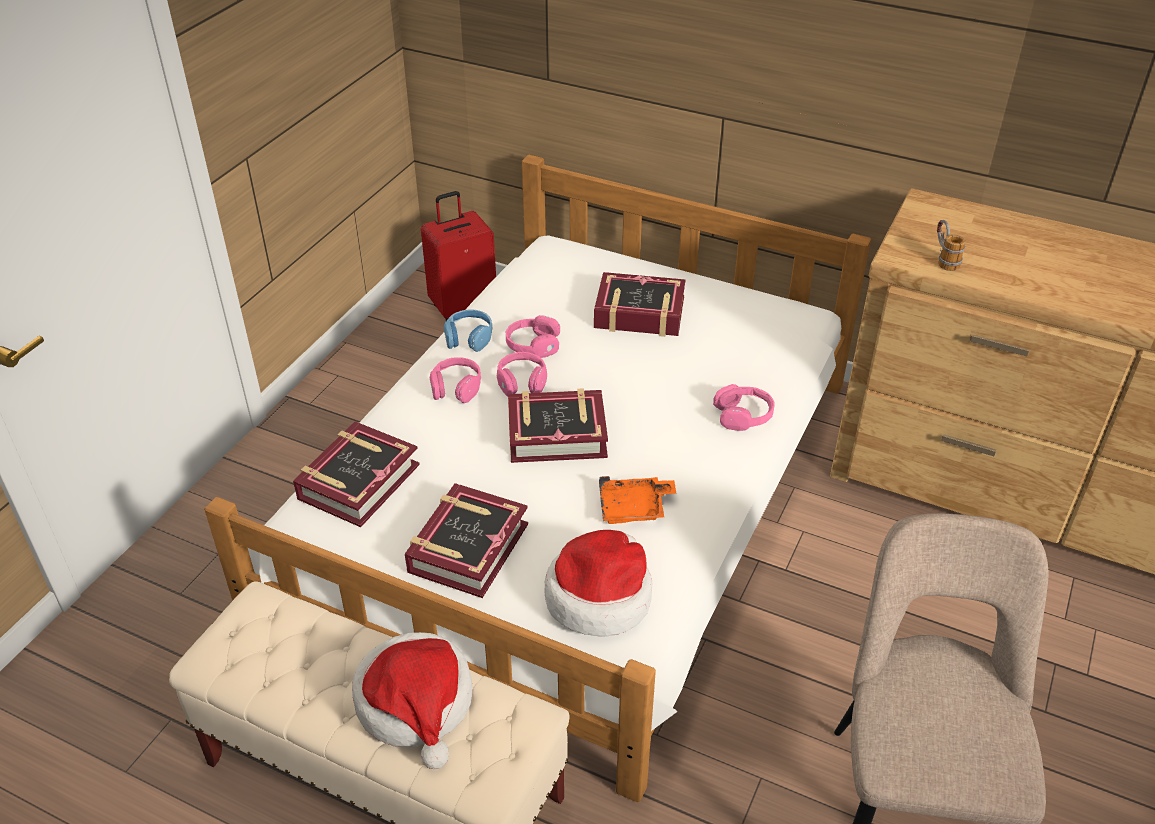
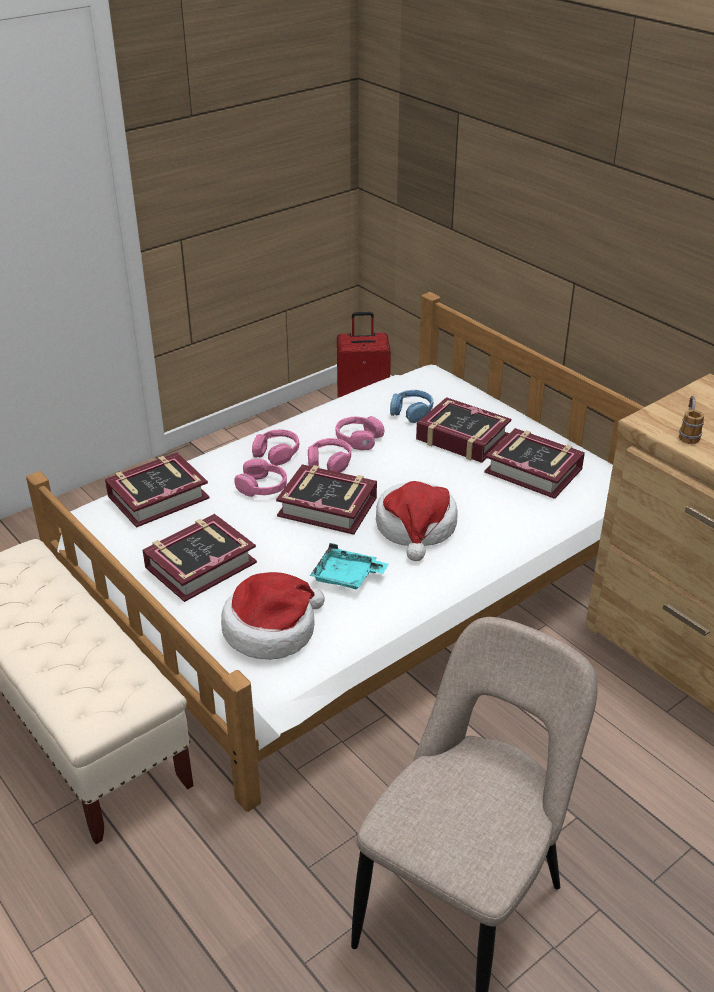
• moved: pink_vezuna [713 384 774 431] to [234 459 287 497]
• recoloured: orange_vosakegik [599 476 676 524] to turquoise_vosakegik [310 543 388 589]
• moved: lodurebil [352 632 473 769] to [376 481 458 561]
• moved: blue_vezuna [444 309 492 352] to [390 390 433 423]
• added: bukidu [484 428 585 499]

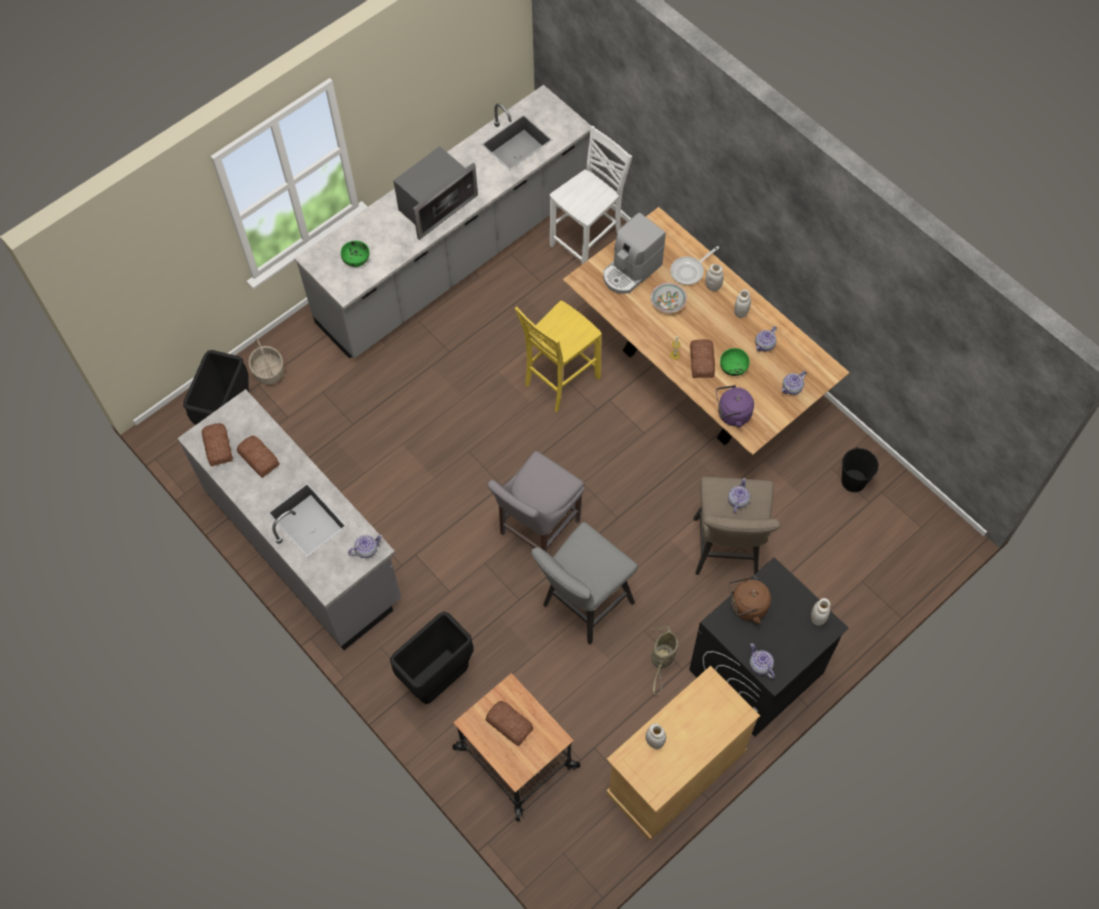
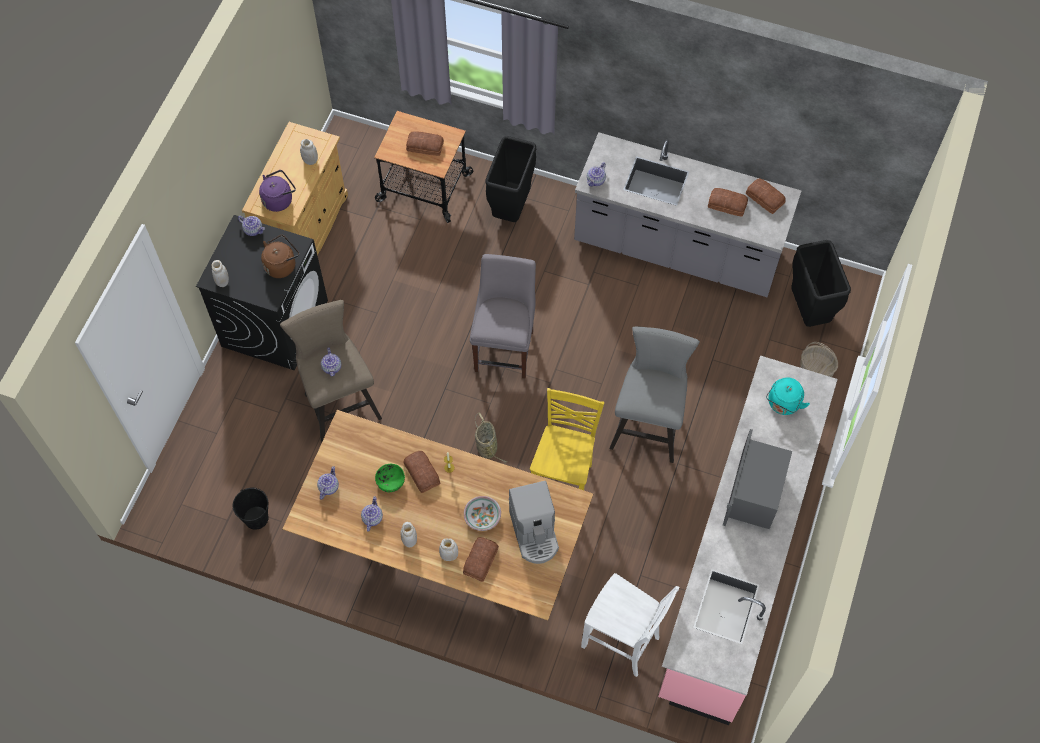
• moved: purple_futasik [716 385 754 428] to [259 170 296 212]
• replaced: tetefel [670 246 719 285] to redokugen [463 537 499 582]
• moved: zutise [651 626 679 695] to [475 413 507 464]
• turned: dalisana [603 212 666 294] = [509 481 559 564] 150 degrees clockwise
• turned: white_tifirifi [550 126 632 264] = [581 573 679 677] 75 degrees counterclockwise
• moved: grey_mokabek [531 522 638 645] to [609 326 700 463]
• recoloured: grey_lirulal [294 85 591 359] to pink_lirulal [658 355 837 725]
• replaced: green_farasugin [341 241 370 267] to turquoise_futasik [766 378 810 415]

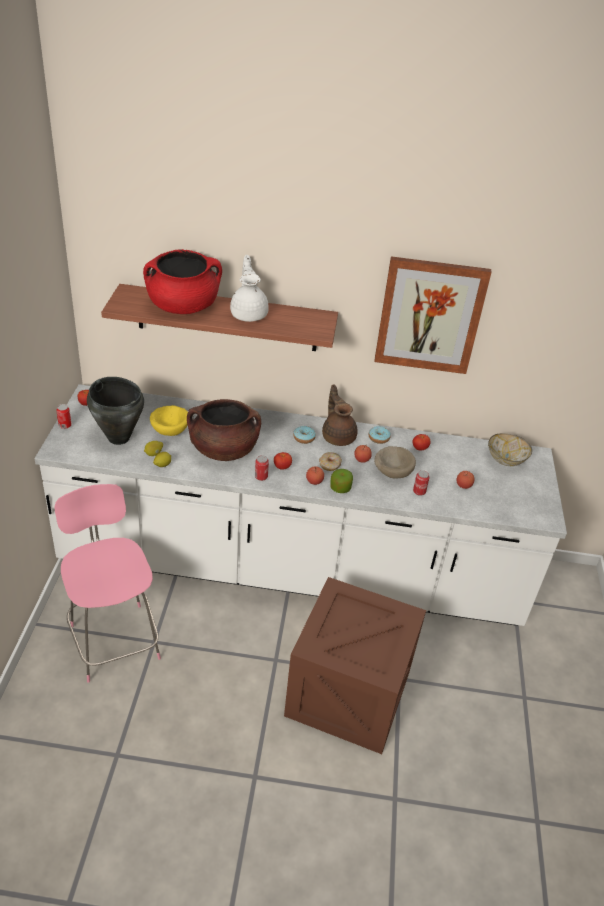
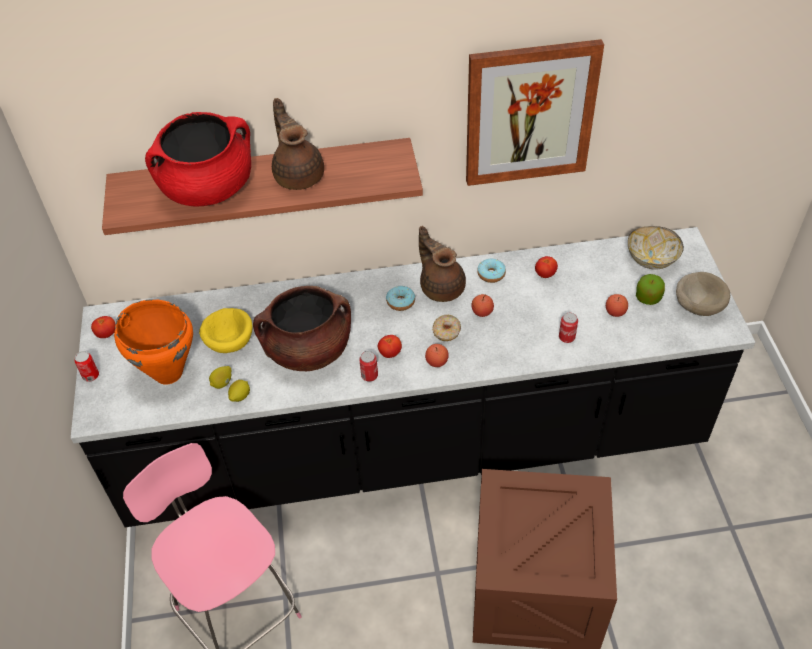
• recoloured: white_lirulal [35 384 567 626] to black_lirulal [71 227 755 527]
• recoloured: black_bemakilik [87 377 144 445] to orange_bemakilik [114 299 193 385]
• recoloured: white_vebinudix [230 255 269 322] to brown_vebinudix [272 98 324 190]
• moved: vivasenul [330 469 353 493] to [636 274 665 305]
• moved: beige_farasugin [374 446 416 479] to [676 272 730 316]

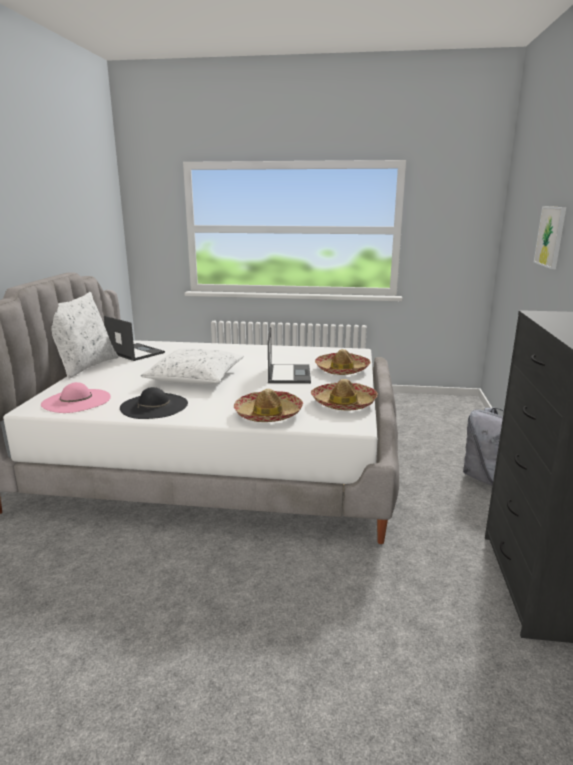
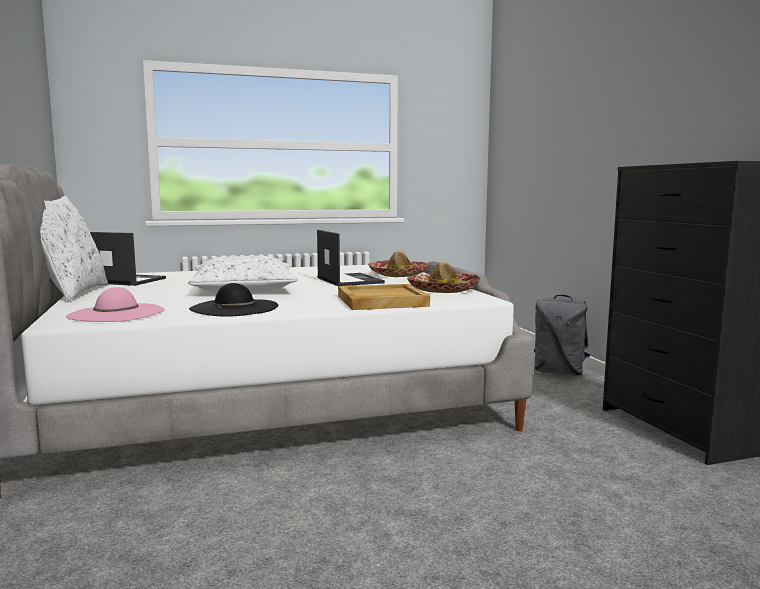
• replaced: lodurebil [234 389 303 422] to beige_vosakegik [338 284 430 310]
• removed: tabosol [534 206 566 269]

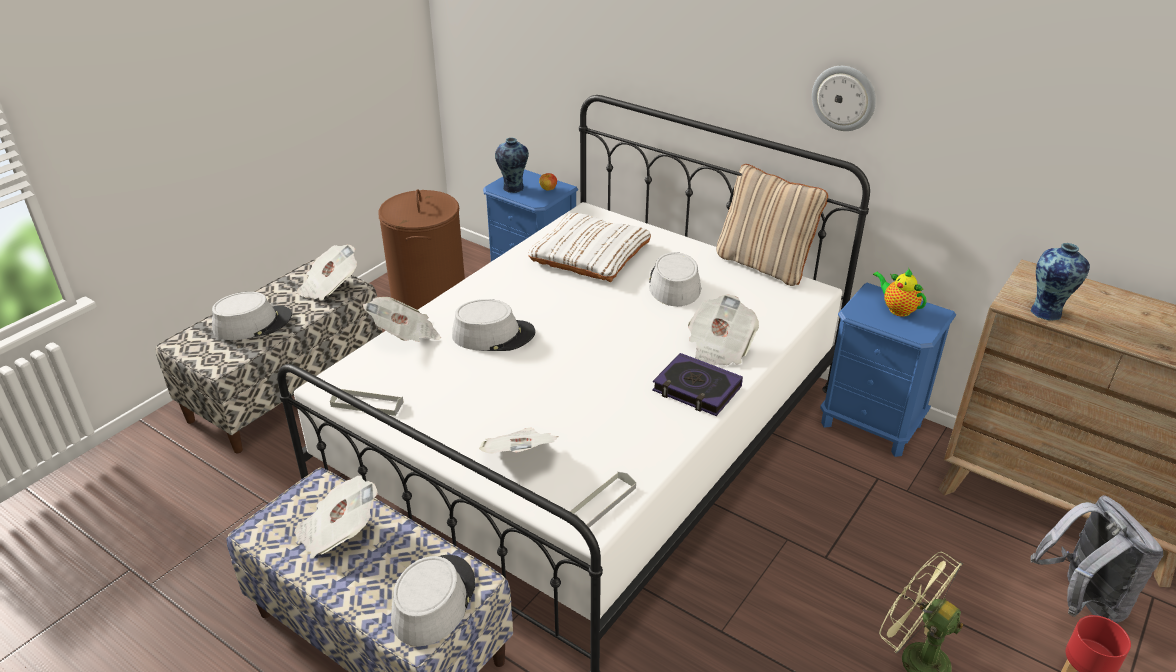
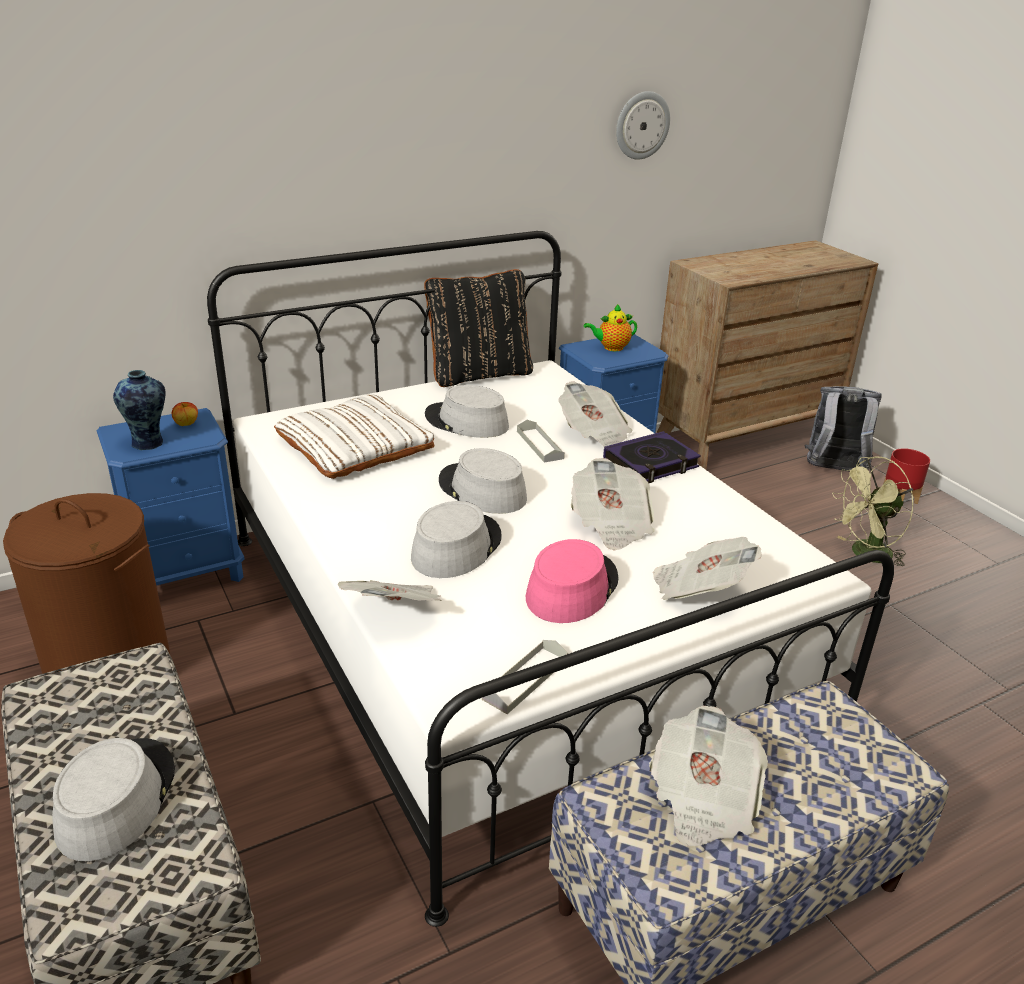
• recoloured: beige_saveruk [716 164 828 286] to black_saveruk [424 269 533 387]
• moved: grey_lodurebil [391 555 475 646] to [439 448 527 514]
• moved: grey_vosakegik [570 472 636 528] to [517 420 565 463]
• added: pink_lodurebil [525 539 618 623]
• moved: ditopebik [297 245 357 301] to [571 458 654 551]
• moved: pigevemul [812 66 876 131] to [616 91 670 160]
• removed: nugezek [1031 243 1090 321]

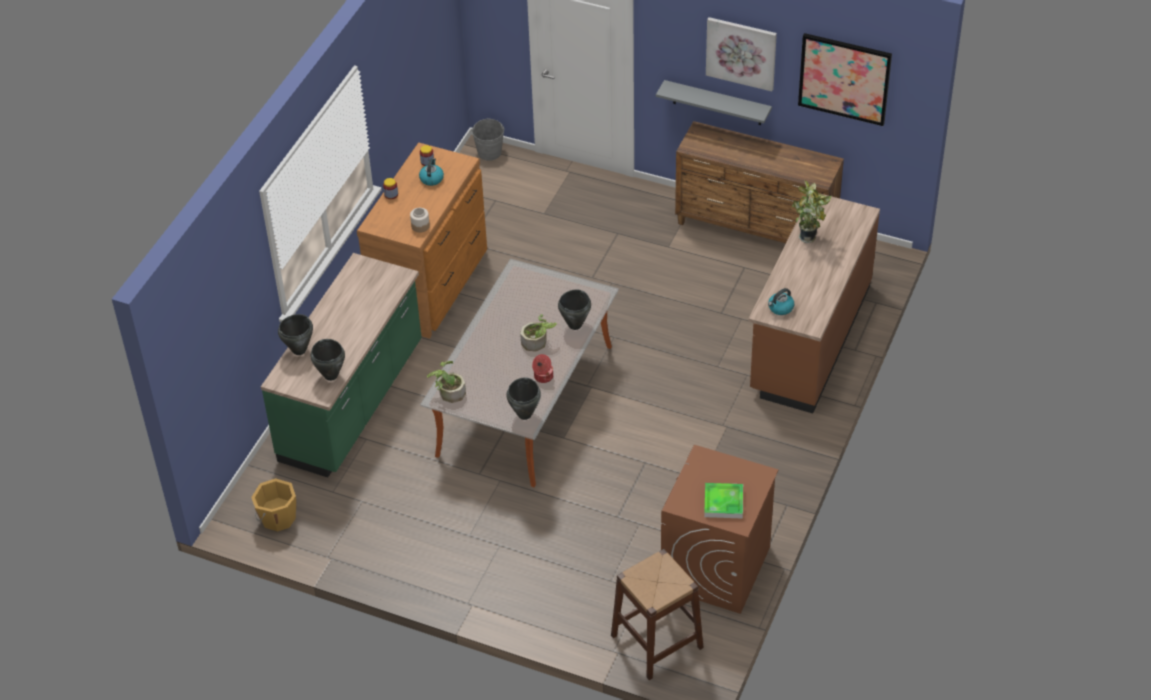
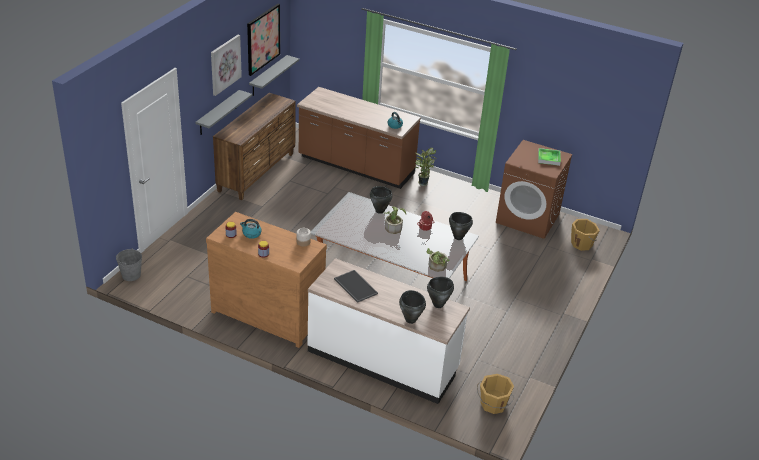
• added: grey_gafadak [249 55 299 96]
• recoloured: green_lirulal [261 253 422 477] to white_lirulal [307 258 470 404]
• added: vosakegik [334 270 378 303]
• moved: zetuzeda [792 179 832 243] to [415 148 438 186]
• replaced: brown_mokabek [611 549 704 680] to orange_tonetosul [571 219 600 251]

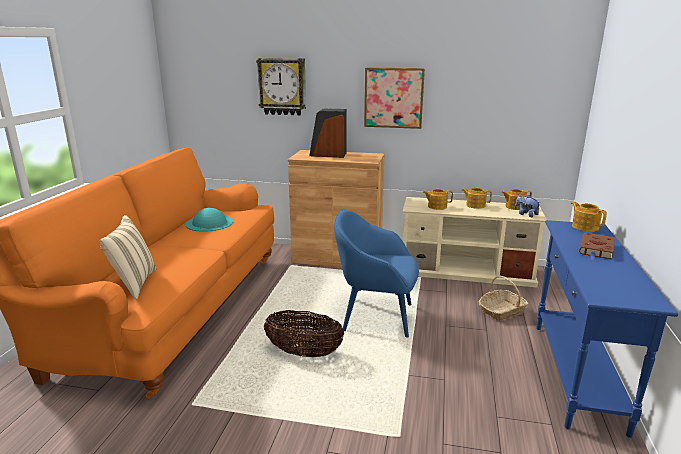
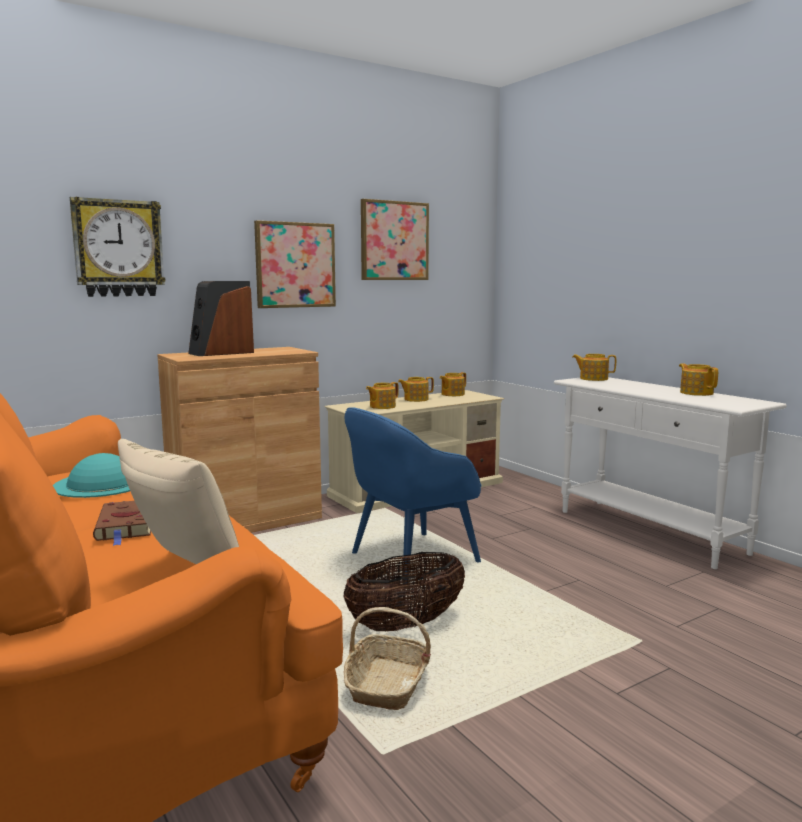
• moved: brown_bukidu [579 233 614 260] to [93 501 151 546]
• moved: zutise [479 276 528 321] to [343 607 431 710]
• added: tabosol [361 199 429 280]
• recoloured: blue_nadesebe [536 220 678 438] to white_nadesebe [554 377 787 569]
• added: vebinudix [679 363 718 396]
• removed: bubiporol [515 195 541 217]

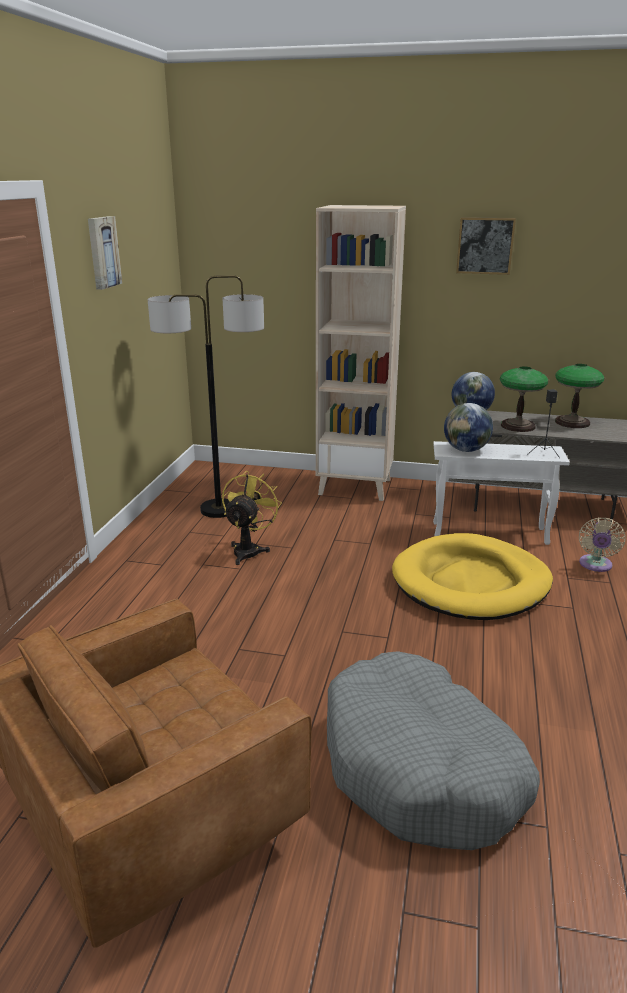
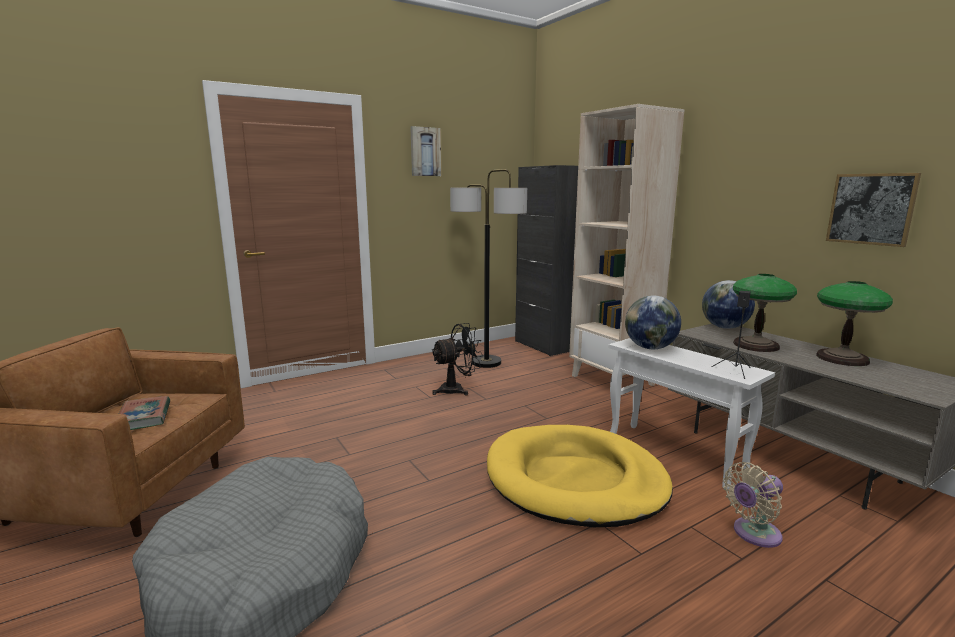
• added: bukidu [119 396 170 430]
• recoloured: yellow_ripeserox [222 471 282 565] to black_ripeserox [432 323 483 396]
• added: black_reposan [515 165 578 356]
• moved: tabosol [456 217 516 275] to [826 173 921 247]

